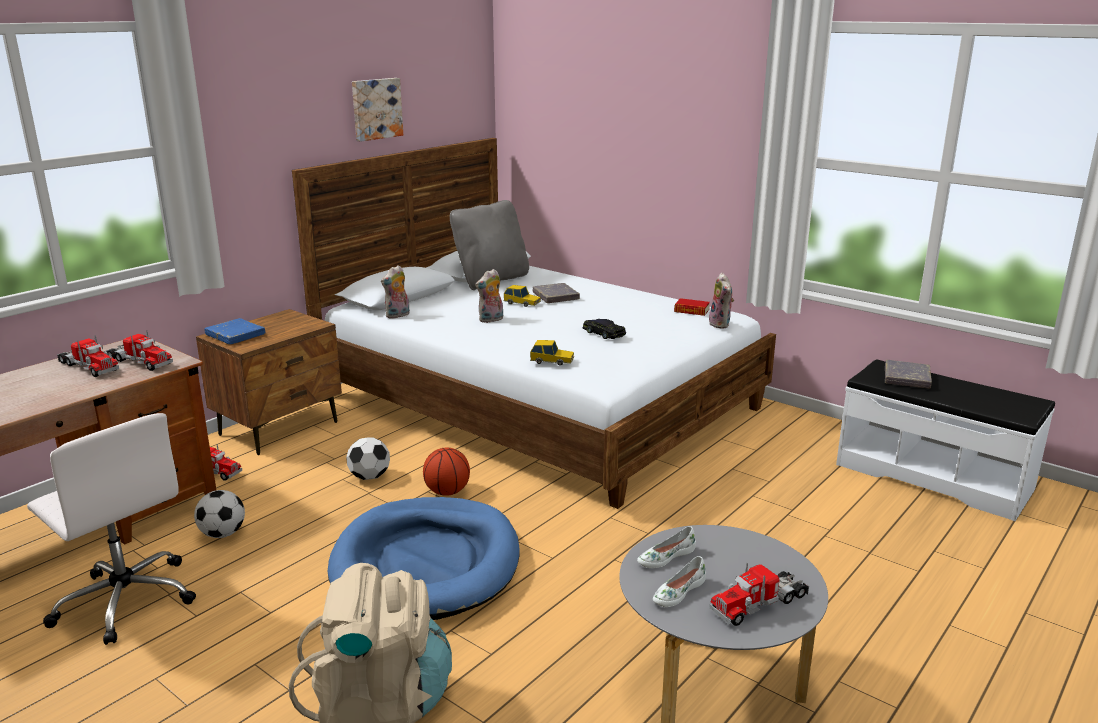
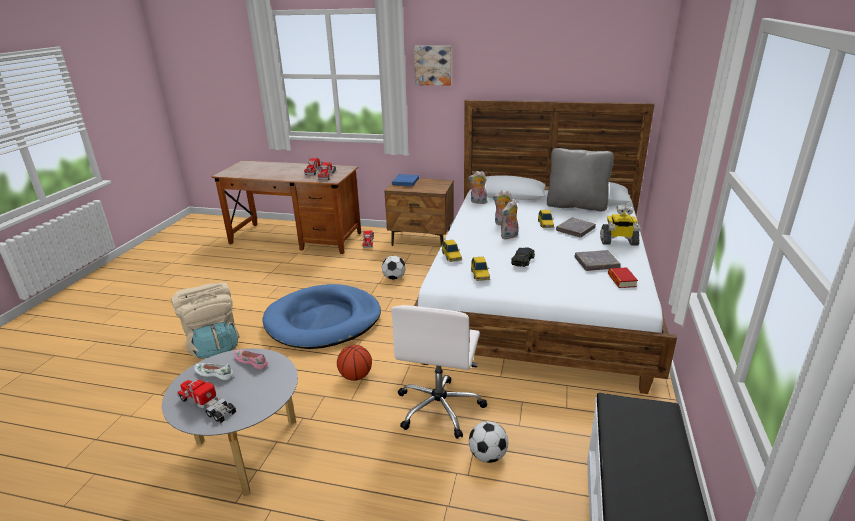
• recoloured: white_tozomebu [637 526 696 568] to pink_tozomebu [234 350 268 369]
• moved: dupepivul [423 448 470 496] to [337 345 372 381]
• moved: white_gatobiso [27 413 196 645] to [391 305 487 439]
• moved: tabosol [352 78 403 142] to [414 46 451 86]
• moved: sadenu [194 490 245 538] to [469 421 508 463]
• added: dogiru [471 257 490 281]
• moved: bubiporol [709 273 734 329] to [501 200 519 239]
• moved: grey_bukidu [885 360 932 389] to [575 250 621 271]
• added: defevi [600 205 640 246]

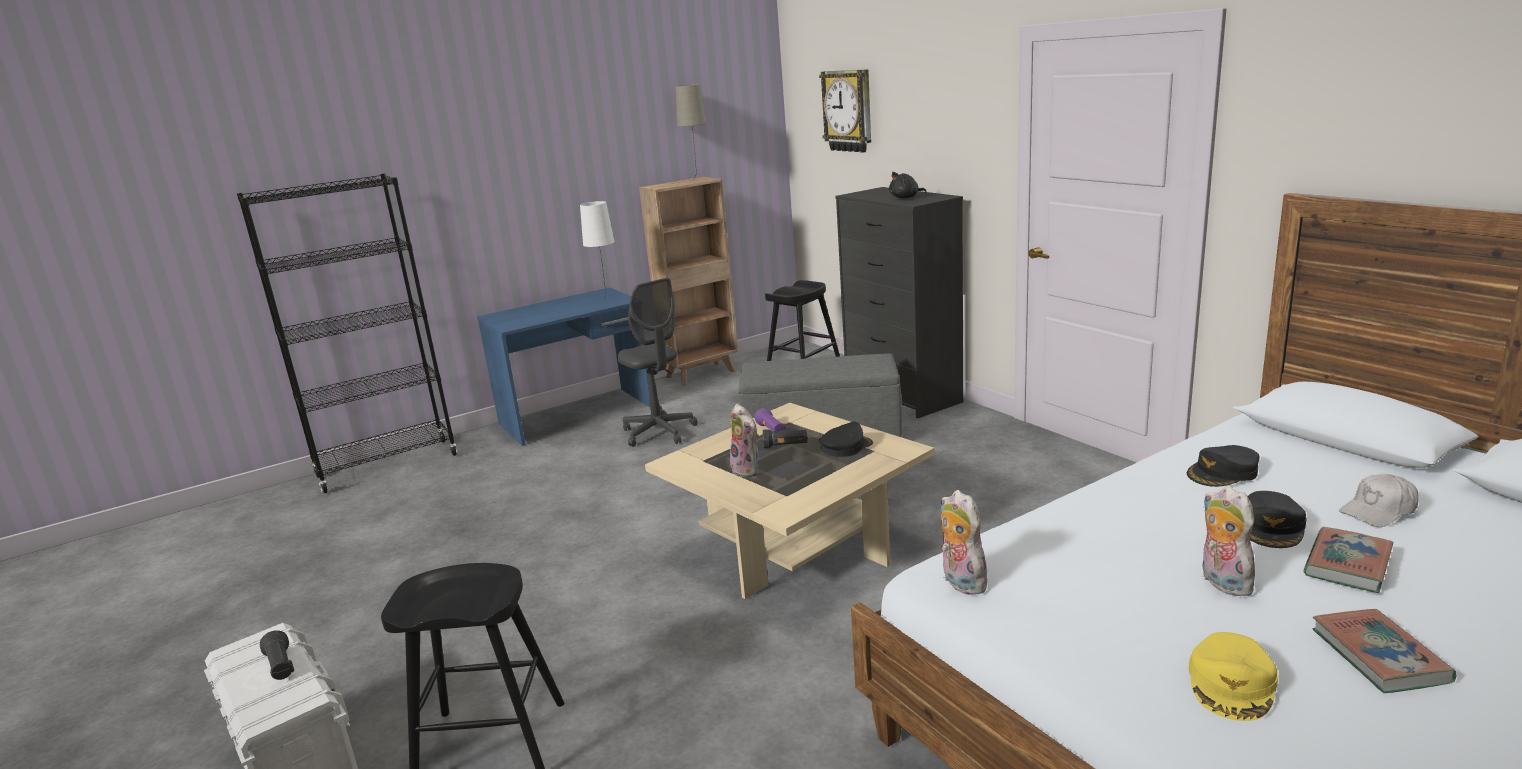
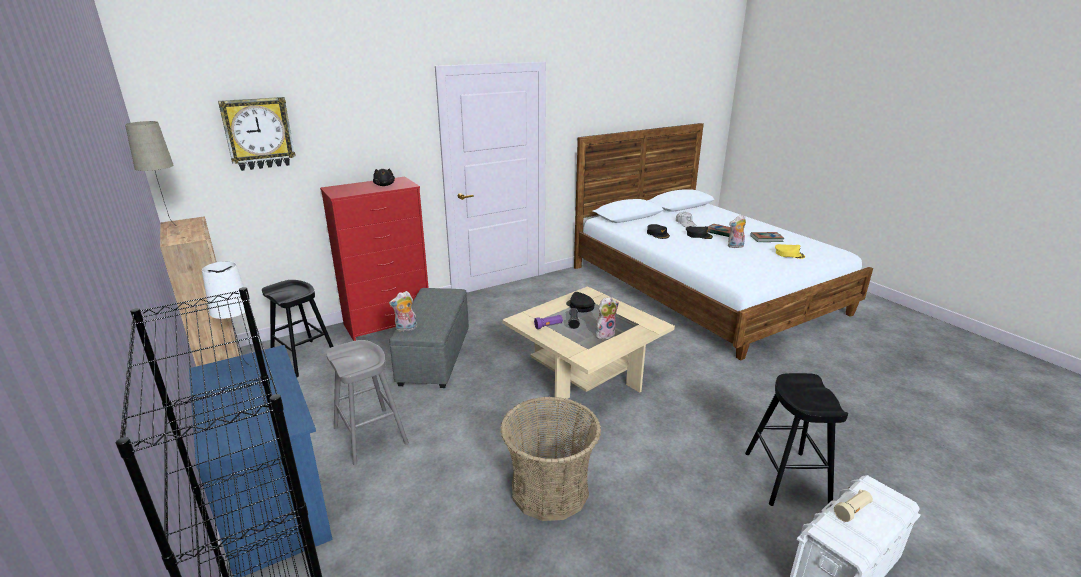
• recoloured: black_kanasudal [835 187 963 419] to red_kanasudal [320 177 429 341]
• replaced: grey_gatobiso [617 278 698 447] to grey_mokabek [326 340 409 465]
• moved: bubiporol [941 490 988 595] to [389 291 417 332]
• added: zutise [500 396 601 521]
• recoloured: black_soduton [260 630 294 680] to beige_soduton [834 489 873 522]

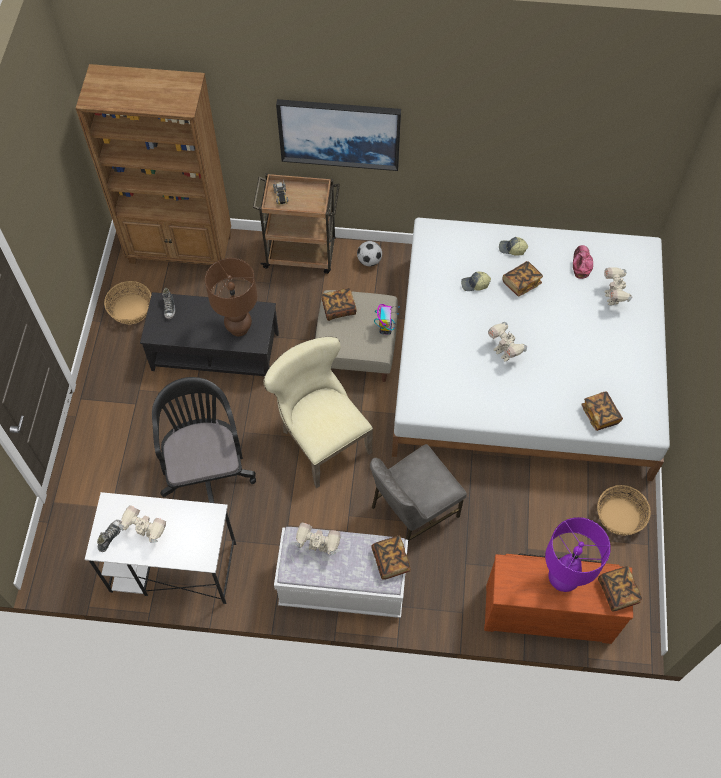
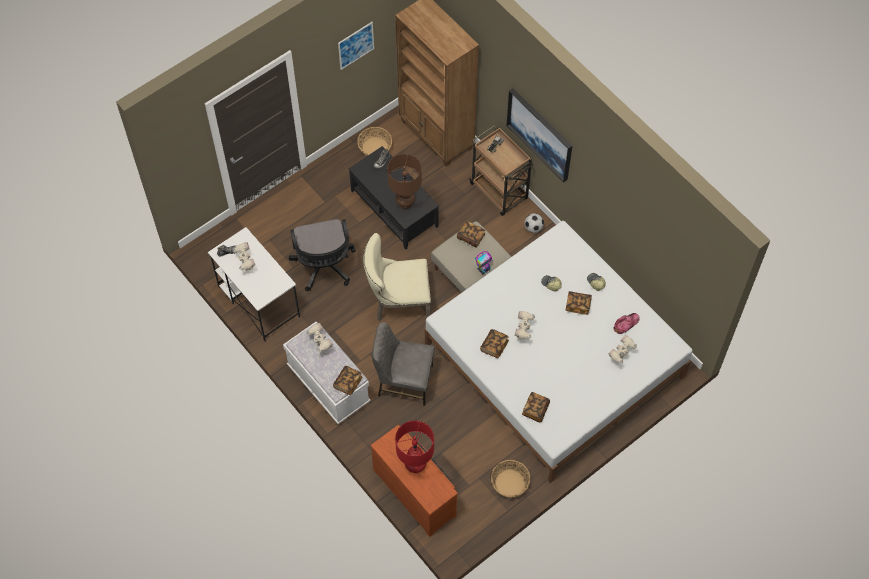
• turned: black_gatobiso [152 377 256 503] = [289 219 355 291] 135 degrees clockwise
• added: tabosol [338 22 374 70]
• turned: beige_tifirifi [263 337 373 488] = [363 233 431 321] 105 degrees counterclockwise
• recoloured: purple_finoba [545 517 611 592] to red_finoba [395 420 434 473]
• moved: bukidu [598 566 642 612] to [480 329 509 358]

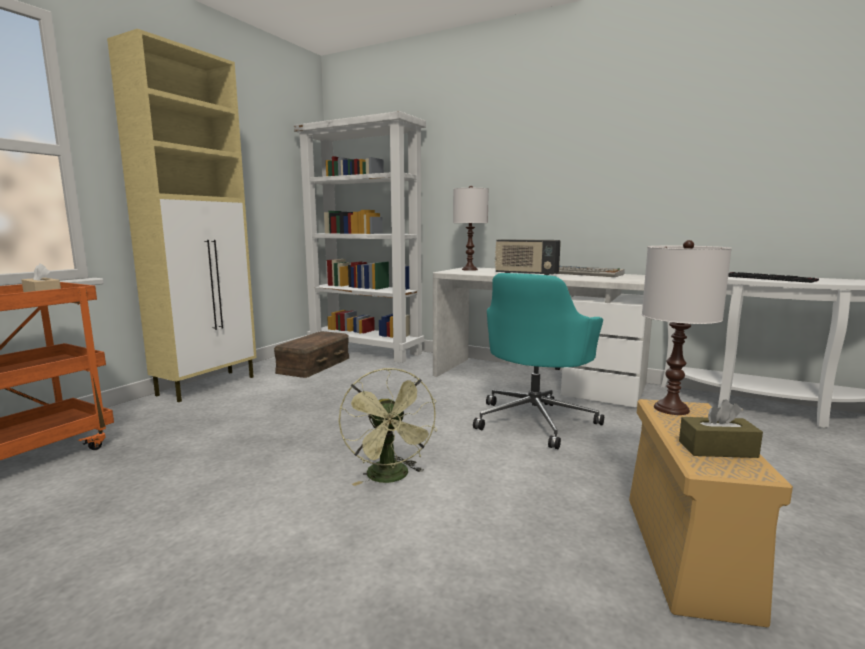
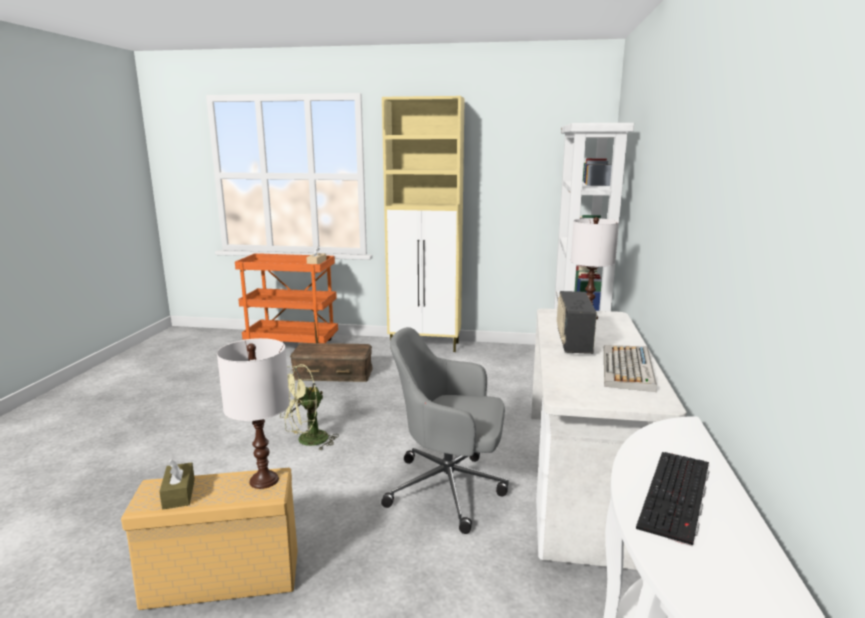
• moved: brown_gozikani [274 331 349 378] to [290 343 373 382]
• recoloured: turquoise_gatobiso [473 273 604 449] to grey_gatobiso [381 327 509 534]

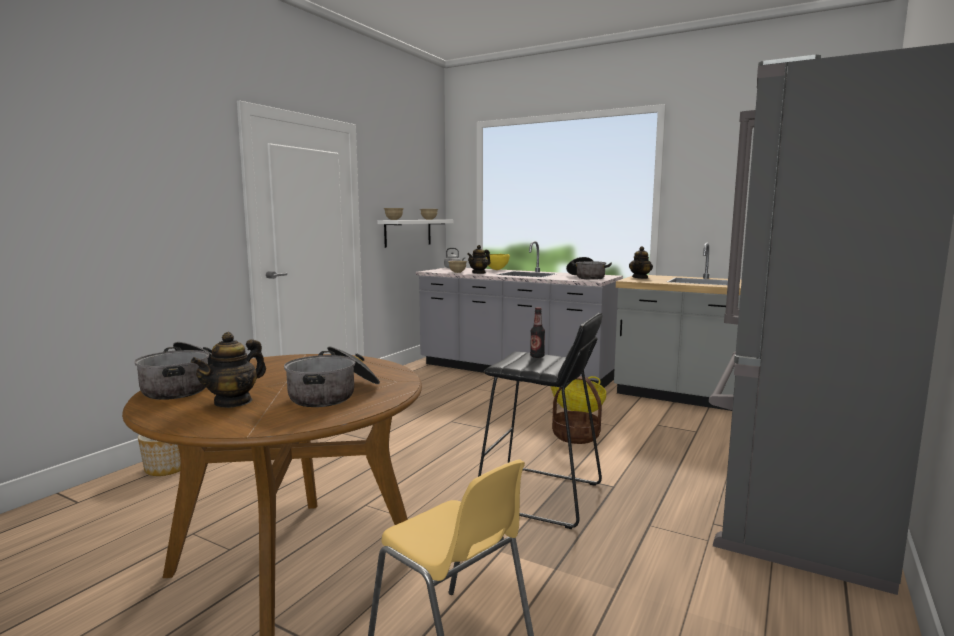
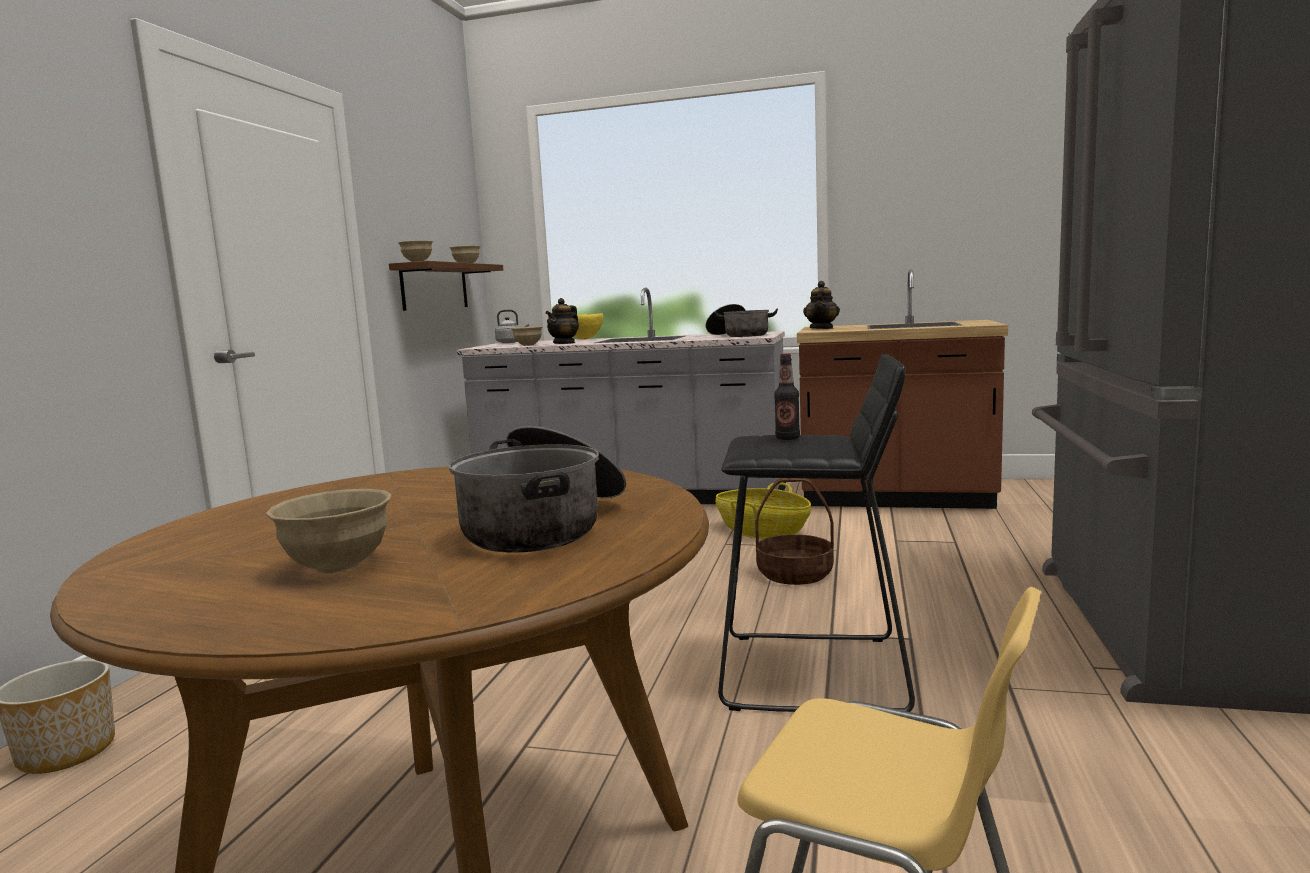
• replaced: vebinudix [191 332 266 408] to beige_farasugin [266 489 392 573]
• recoloured: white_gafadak [377 220 453 248] to brown_gafadak [389 261 503 311]
• recoloured: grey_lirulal [614 242 742 411] to brown_lirulal [797 269 1008 509]
• removed: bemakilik [134 342 213 400]

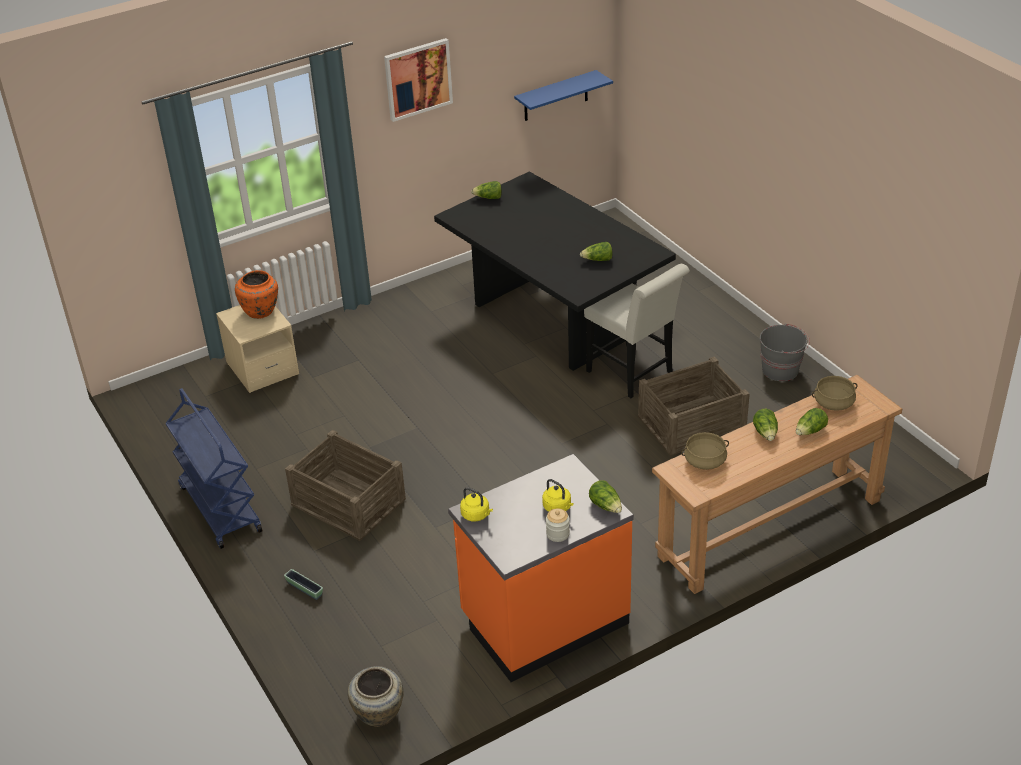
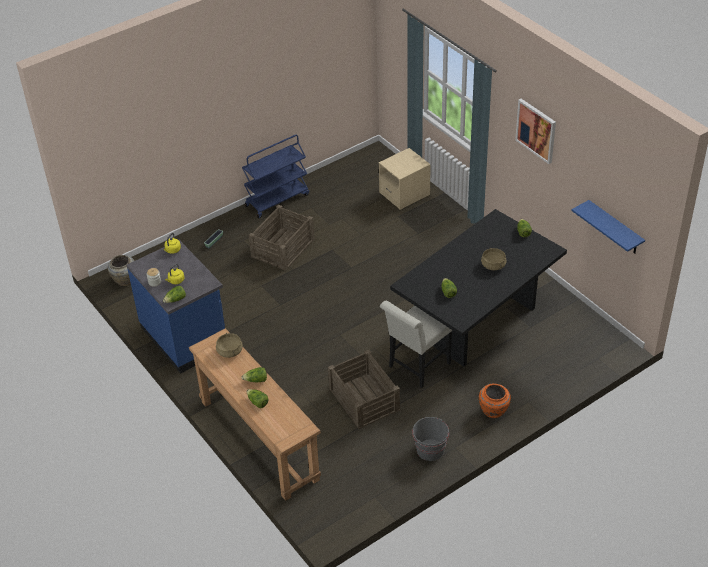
• recoloured: orange_lirulal [448 454 634 682] to blue_lirulal [127 240 225 374]
• moved: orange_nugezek [235 270 278 319] to [479 384 511 418]
• moved: beige_bemakilik [812 376 858 411] to [481 248 507 270]

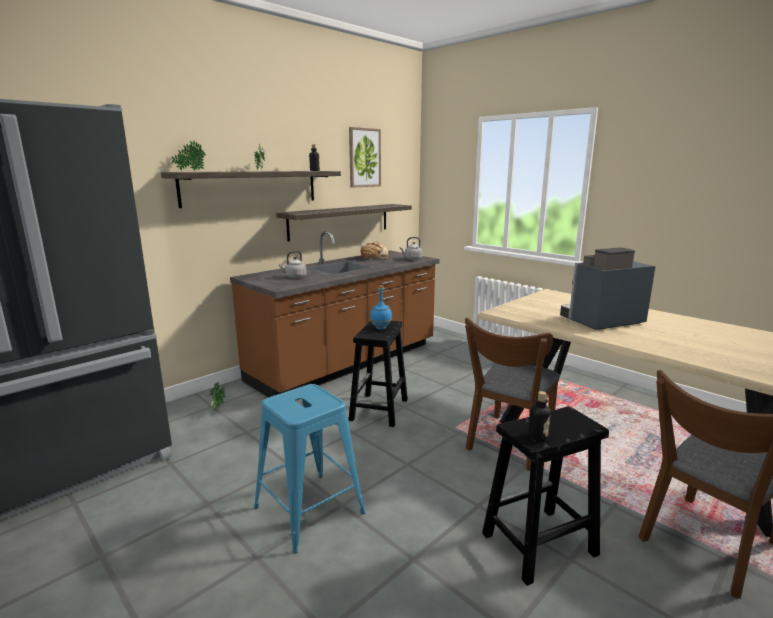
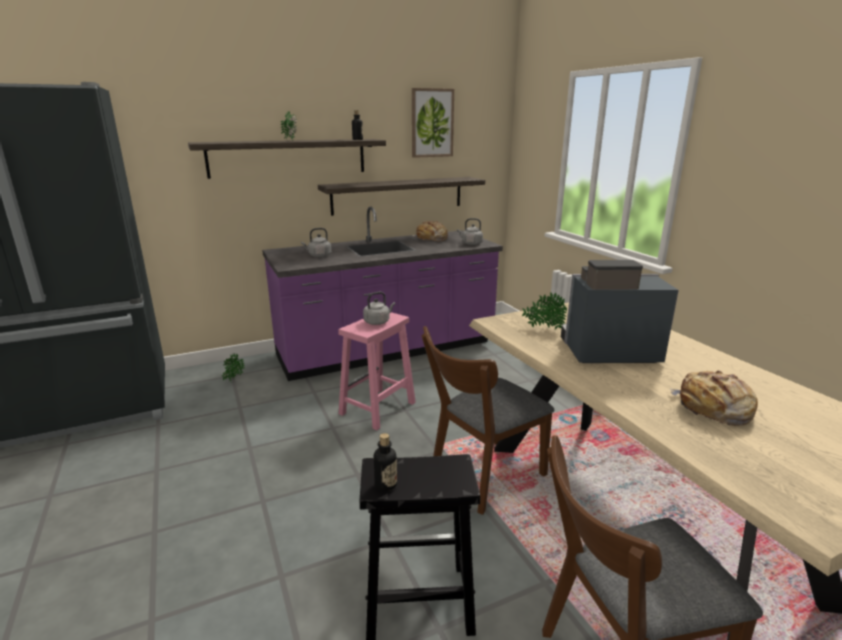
• recoloured: brown_lirulal [230 231 440 397] to purple_lirulal [262 207 503 381]
• recoloured: black_mokabek [349 320 408 427] to pink_mokabek [338 312 416 430]
• replaced: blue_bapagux [370 285 392 330] to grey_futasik [363 292 395 325]
• moved: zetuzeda [171 141 206 171] to [522 292 567 329]
• added: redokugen [670 371 758 426]
• removed: blue_mokabek [254 384 366 554]

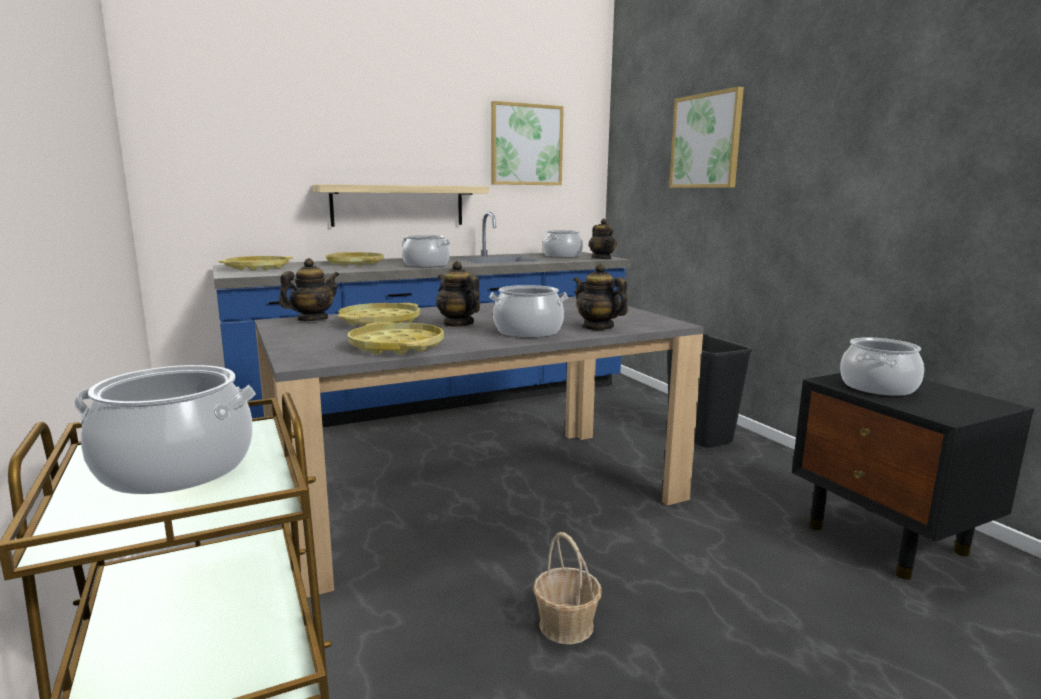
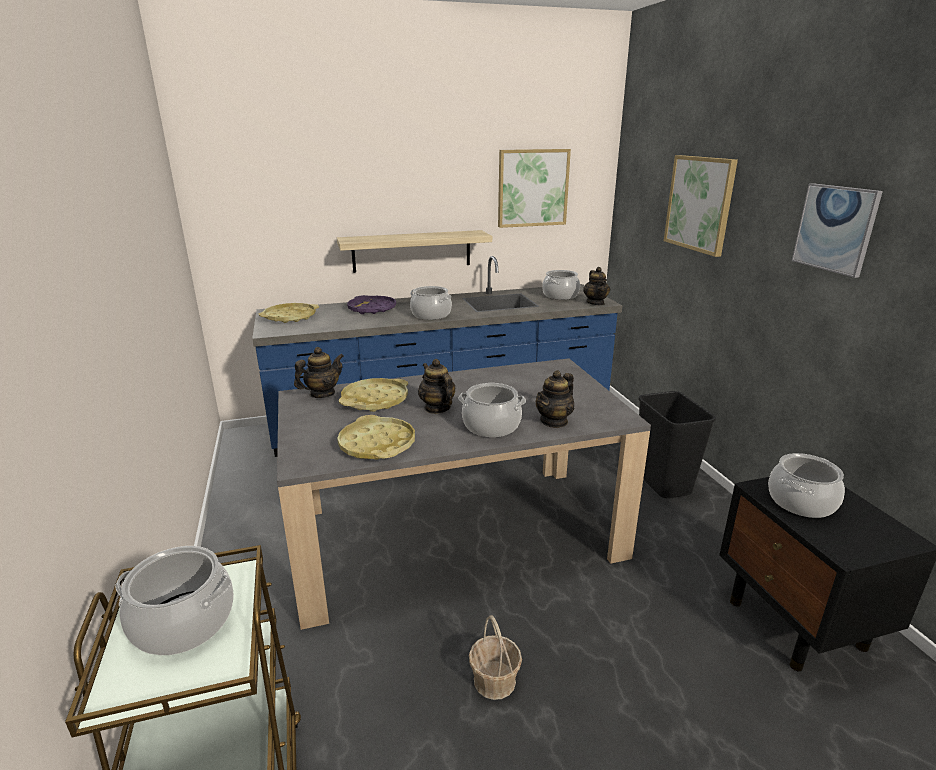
• recoloured: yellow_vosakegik [326 252 384 266] to purple_vosakegik [347 295 396 314]
• turned: vebinudix [573 263 628 330] = [536 370 574 428] 105 degrees counterclockwise
• added: tabosol [792 183 883 278]

